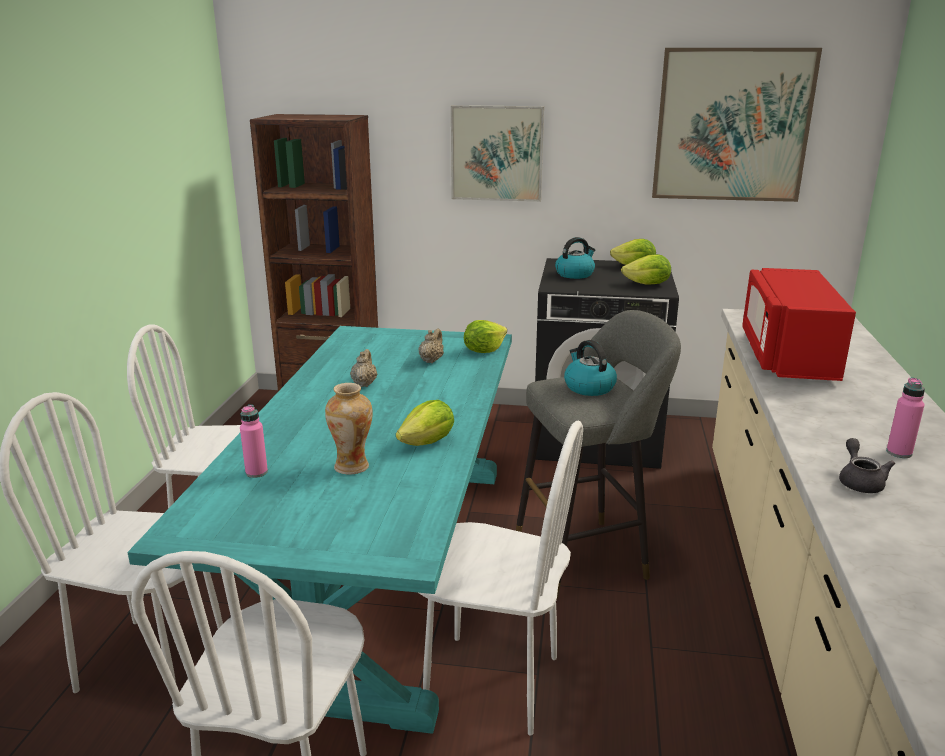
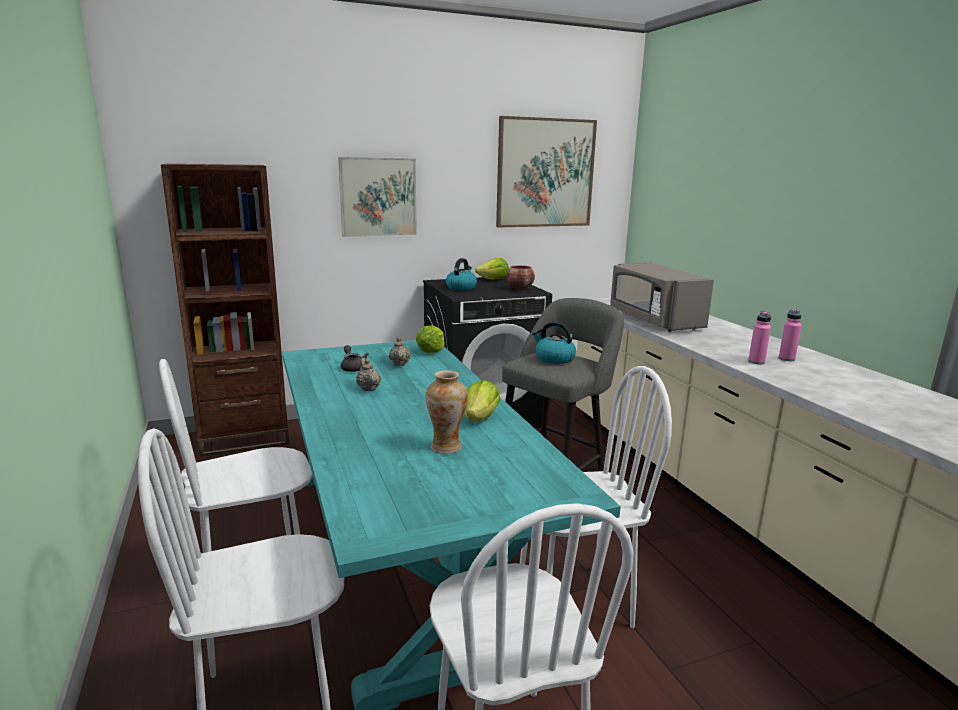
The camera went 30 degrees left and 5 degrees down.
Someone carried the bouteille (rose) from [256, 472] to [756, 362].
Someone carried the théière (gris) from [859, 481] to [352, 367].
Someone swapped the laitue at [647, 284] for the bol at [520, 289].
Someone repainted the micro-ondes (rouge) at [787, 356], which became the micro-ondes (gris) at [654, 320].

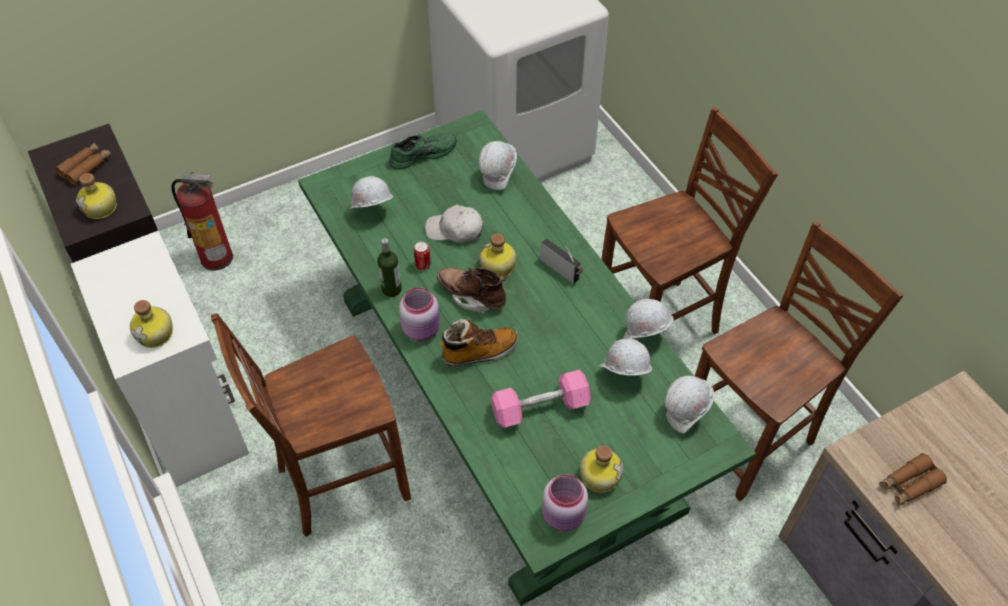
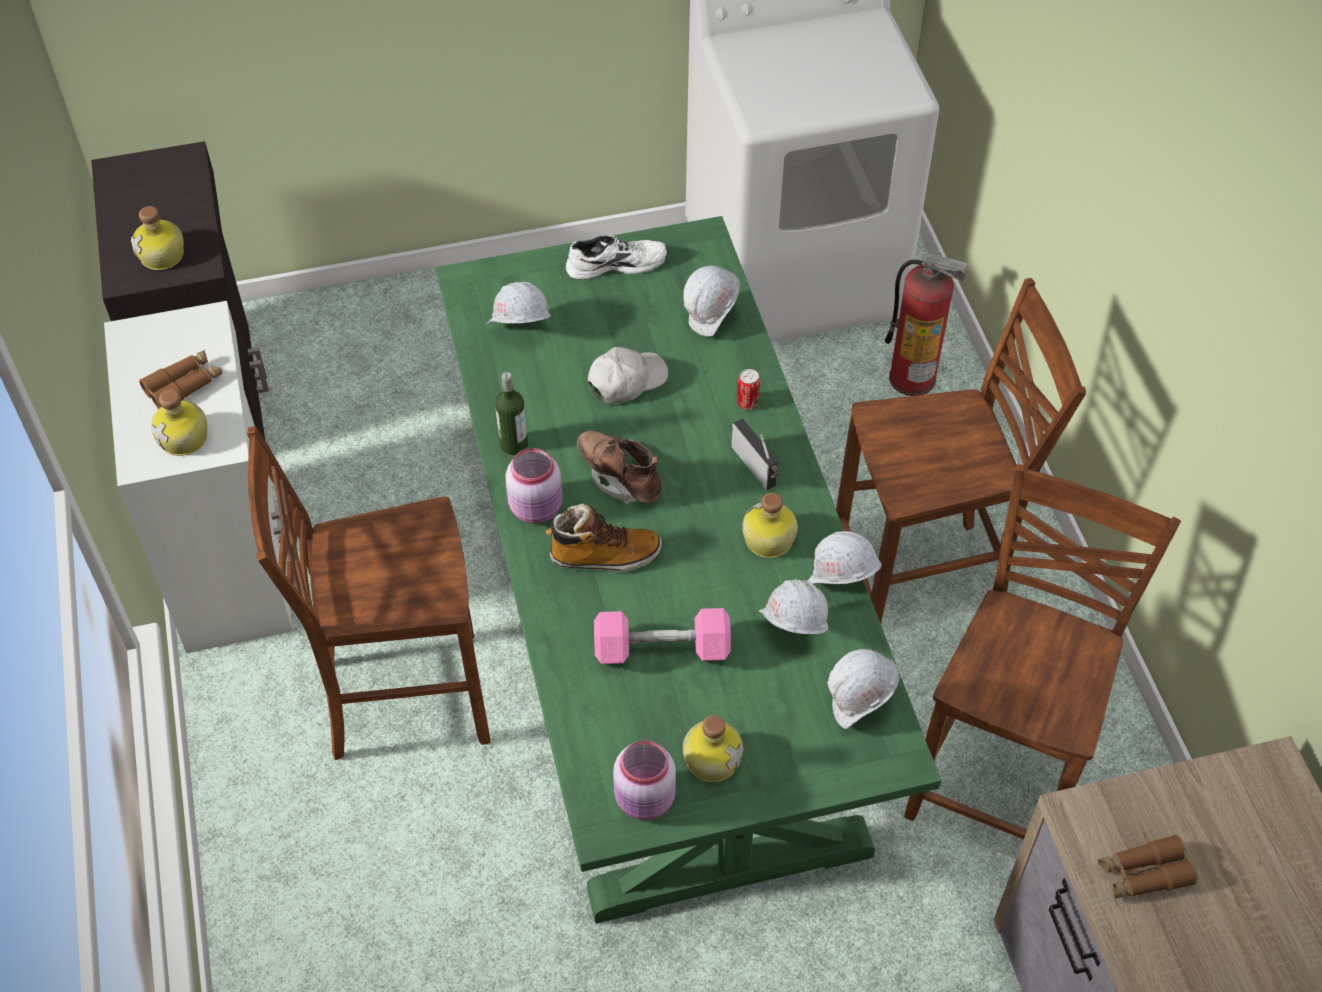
The camera went 15 degrees right and 0 degrees up.
Someone carried the jumelles (marron) from [86, 167] to [184, 385].
Someone carried the extincteur from [217, 257] to [913, 378].
Someone carried the boîte métallique from [423, 265] to [747, 403].
Someone carried the bouteille from [497, 268] to [768, 541].
Someone repainted the chaussure (vert) at [422, 153], which became the chaussure (blanc) at [616, 263].
Someone rotated the casquette (blanc) at [455, 230] by 120 degrees clockwise.
Someone rotated the chaise (marron) at [750, 440] by 45 degrees counterclockwise.

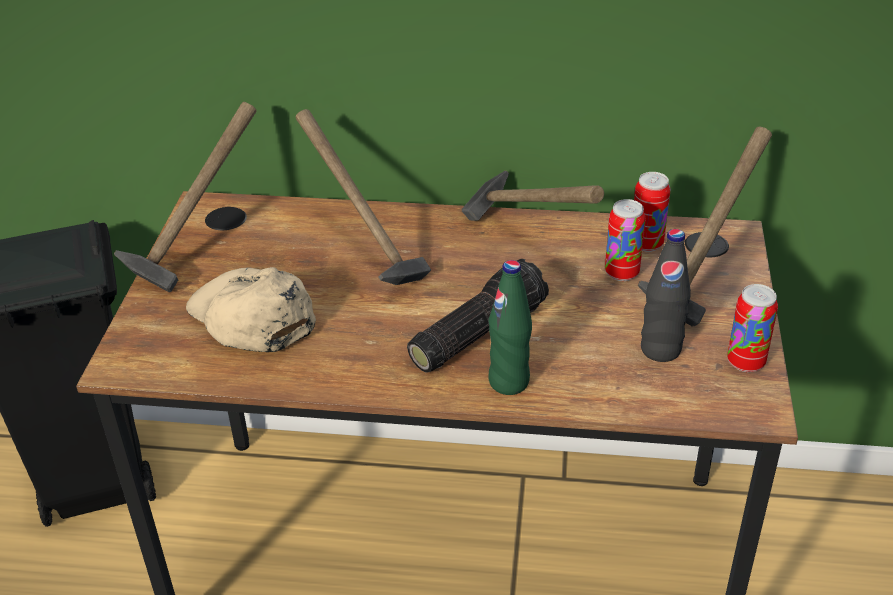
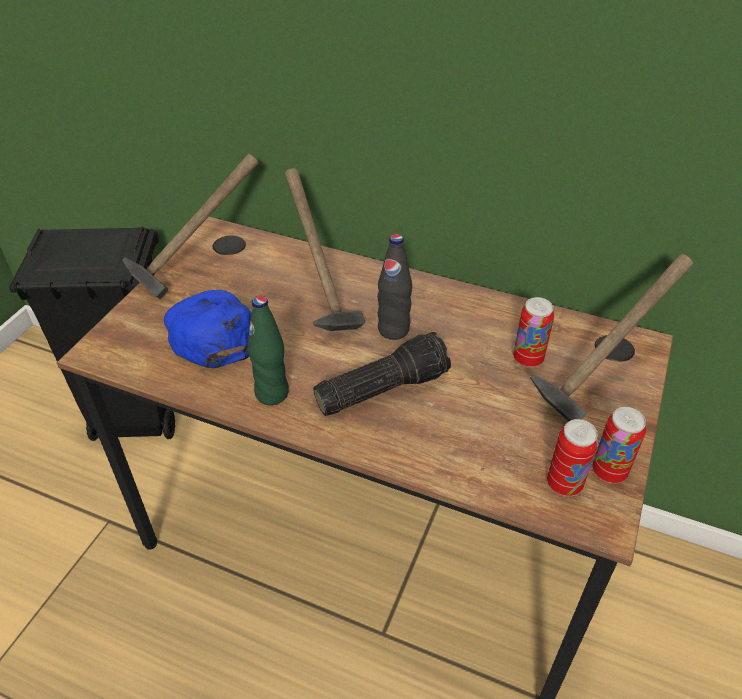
The camera went 15 degrees right and 5 degrees up.
Someone took away the marteau at [528, 244].
Someone carried the bouteille (vert) from [509, 382] to [272, 393].
Someone carried the boîte métallique from [646, 244] to [564, 484].
Someone carried the bouteille (noir) from [660, 350] to [393, 330].
Someone repainted the casquette (beige) at [251, 315], which became the casquette (bleu) at [211, 332].

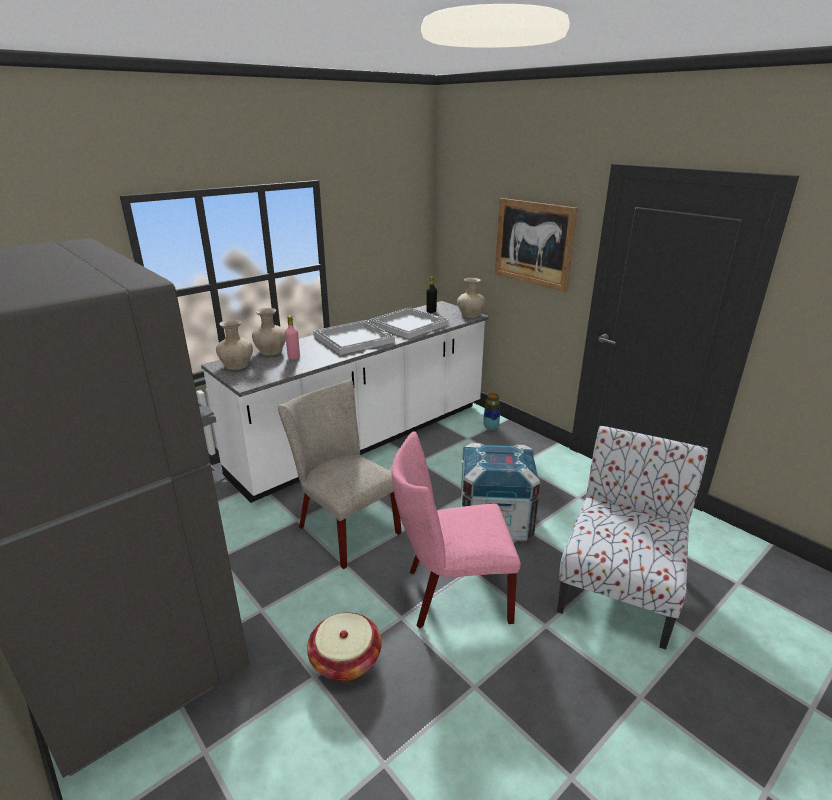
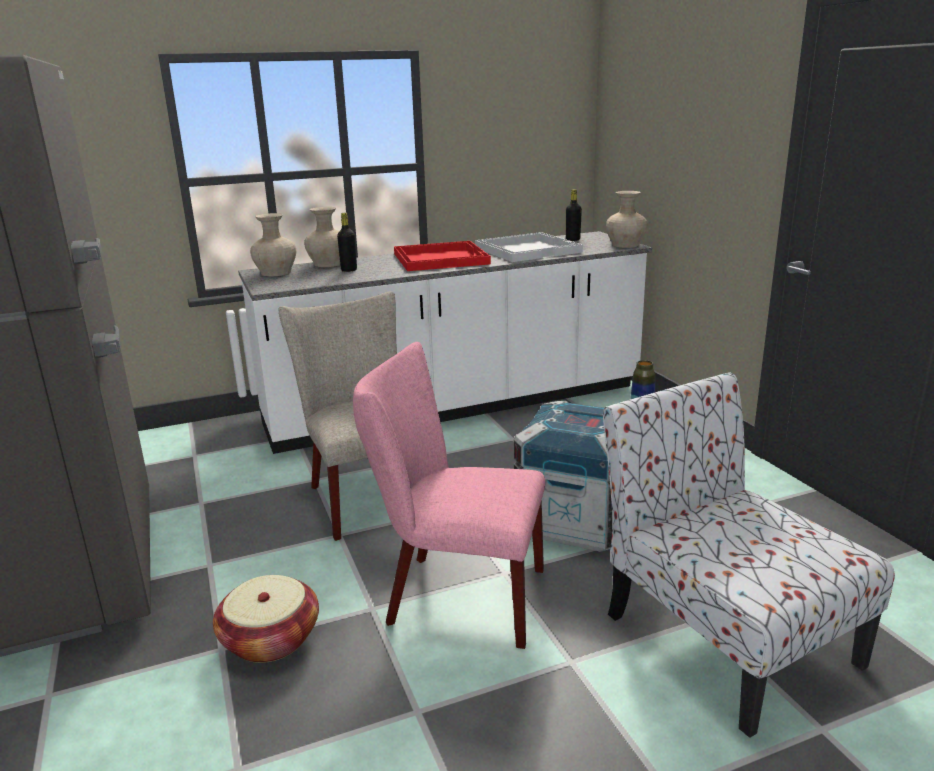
The camera went 20 degrees right and 5 degrees down.
Someone took away the tableau at [533, 243].
Someone repainted the bouteille (rose) at [294, 357], which became the bouteille (noir) at [349, 270].
Someone repainted the plateau (blanc) at [354, 338], which became the plateau (rouge) at [441, 258].
Someone rotated the chaise at [619, 585] by 75 degrees counterclockwise.

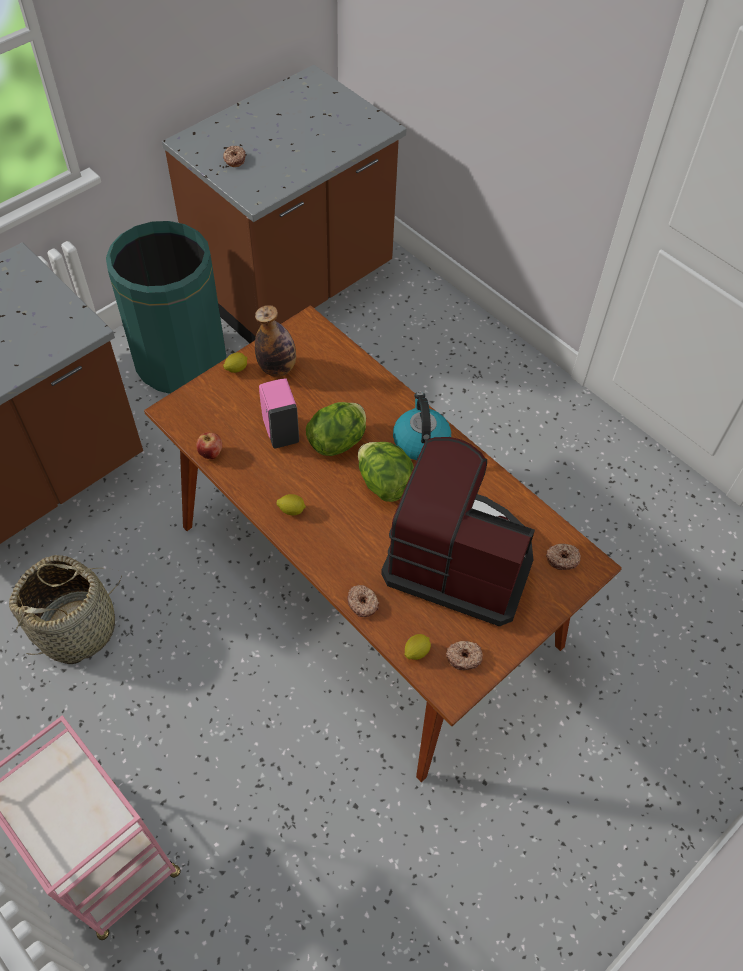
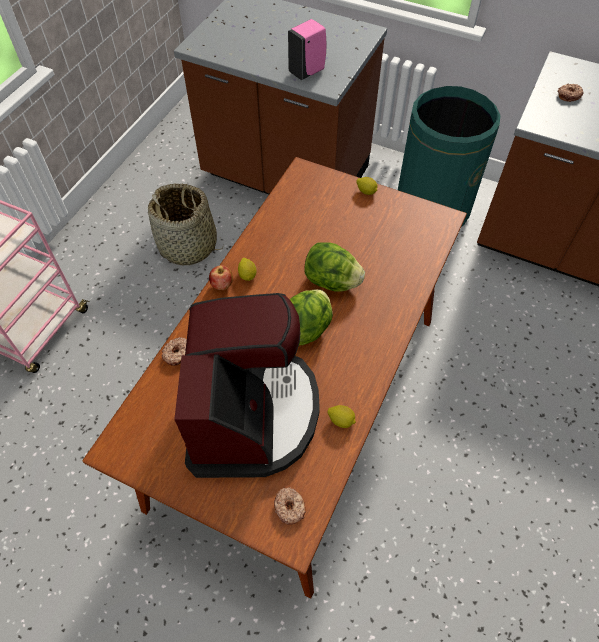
The camera went 70 degrees right and 0 degrees up.
Someone took away the bouteille at [277, 368].
Someone took away the bouilloire at [420, 440].
Someone took away the beignet at [463, 657].
Someone carried the pomme from [211, 453] to [222, 285].
Someone carried the distributeur de savon (rose) from [280, 431] to [307, 71].
Someone carried the citron from [416, 651] to [341, 420].

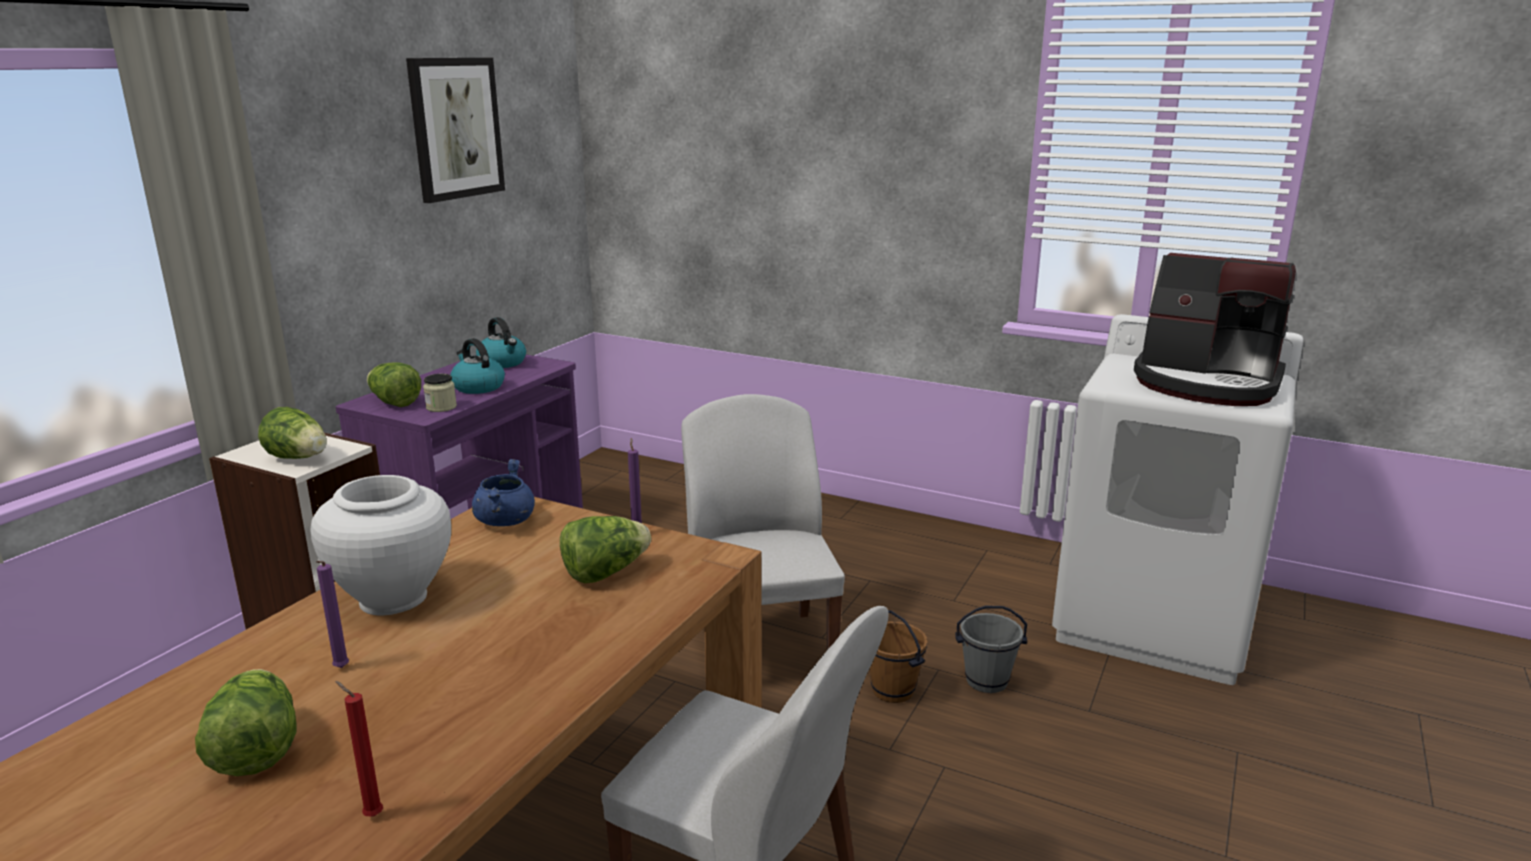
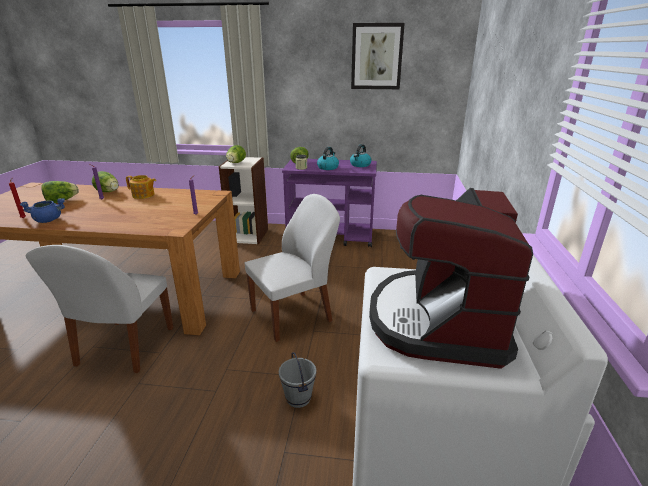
The camera went 70 degrees right and 5 degrees up.
Someone took away the seau (marron) at [893, 690].
Someone carried the marmite (bleu) from [505, 521] to [49, 220].
Someone carried the laitue from [605, 573] to [109, 192].
Someone swapped the vase (blanc) at [393, 598] for the théière at [143, 195].

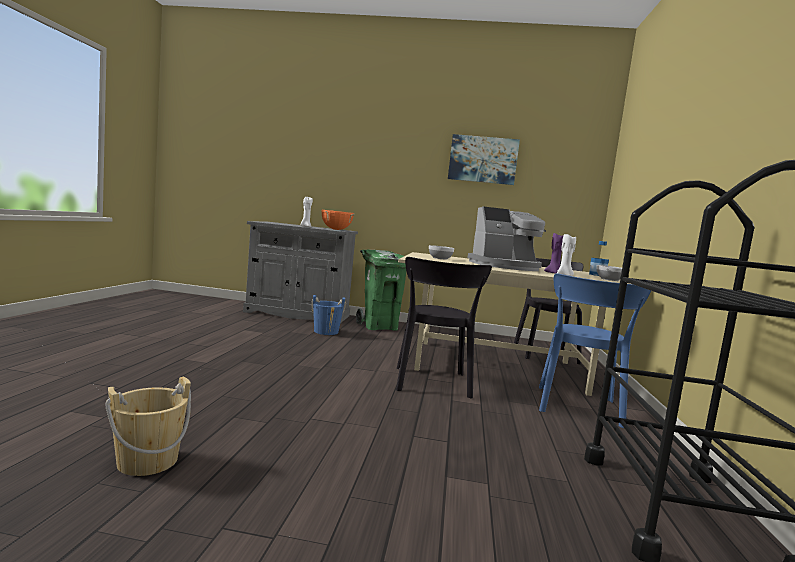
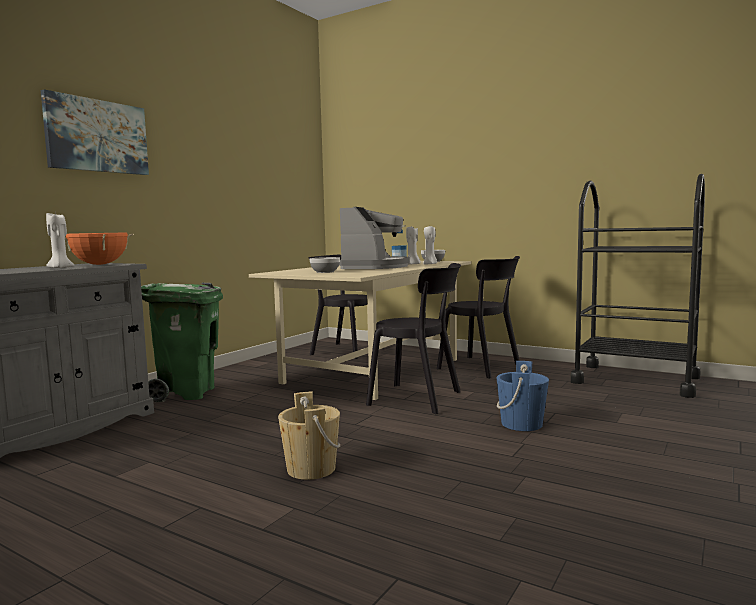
The camera went 65 degrees left and 0 degrees up.
Someone carried the seau (beige) from [147, 461] to [311, 469].
Someone carried the seau (bleu) from [326, 332] to [521, 424].
Someone carried the tableau from [483, 159] to [97, 136].
Someone repainted the chaise (bleu) at [578, 408], which became the chaise (noir) at [482, 367].
Someone repainted the bougie (violet) at [553, 273], which became the bougie (blanc) at [412, 264].

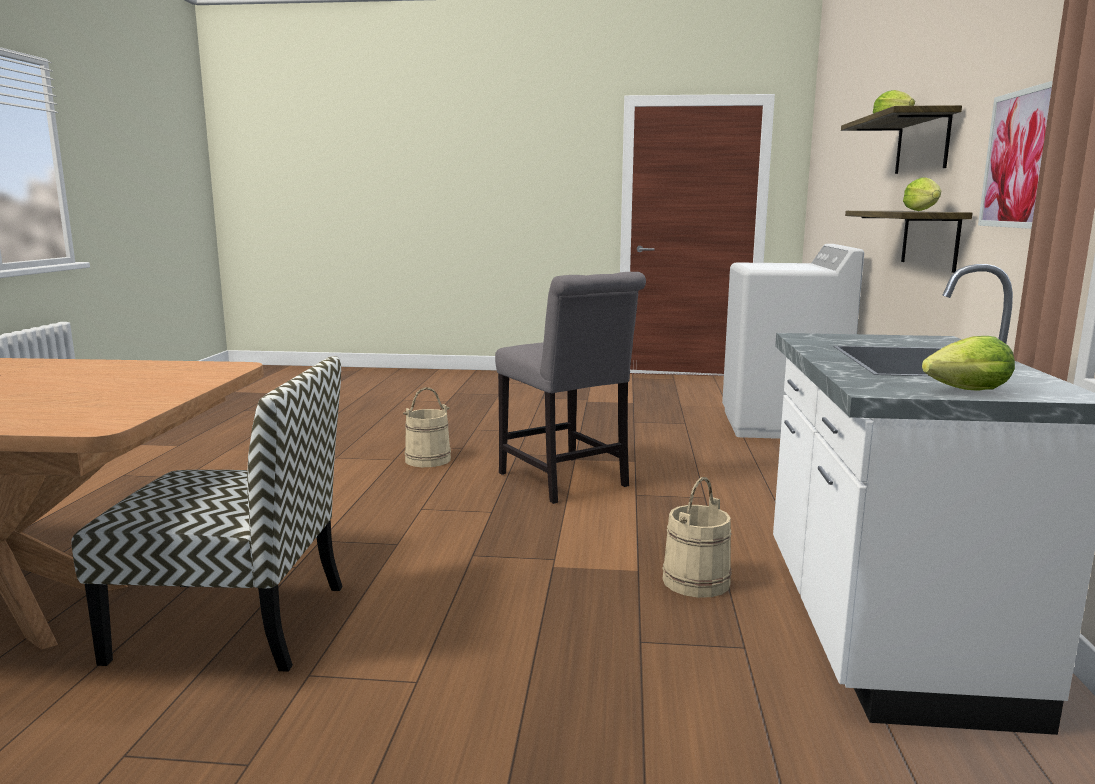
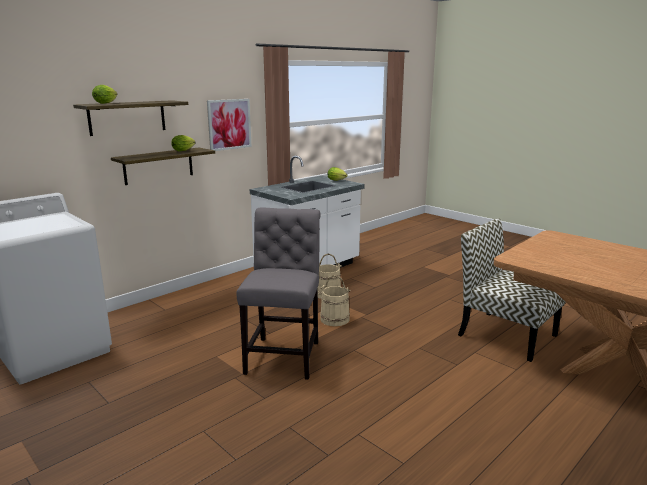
The camera went 140 degrees left and 5 degrees up.
Someone carried the seau (beige) from [428, 459] to [334, 319].

